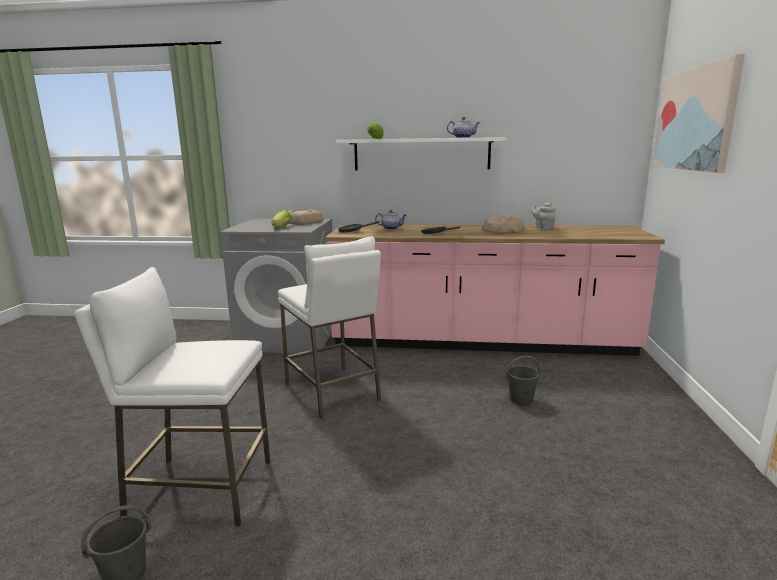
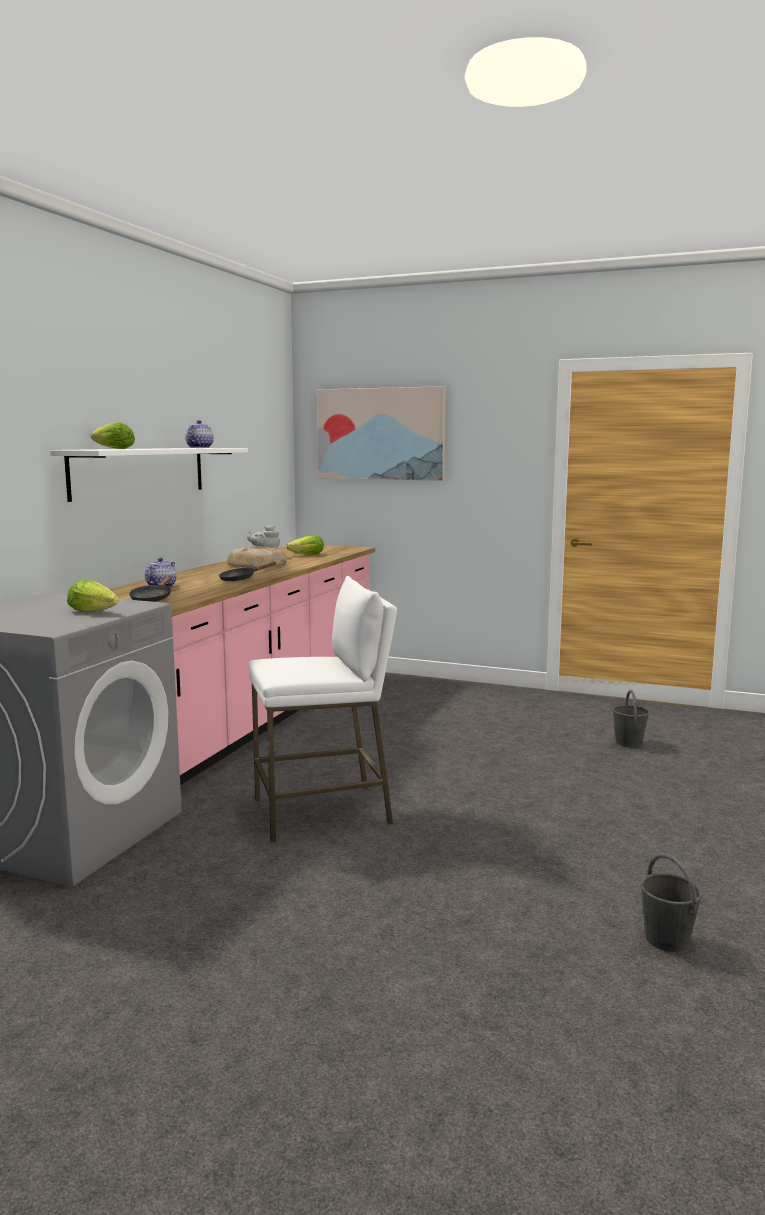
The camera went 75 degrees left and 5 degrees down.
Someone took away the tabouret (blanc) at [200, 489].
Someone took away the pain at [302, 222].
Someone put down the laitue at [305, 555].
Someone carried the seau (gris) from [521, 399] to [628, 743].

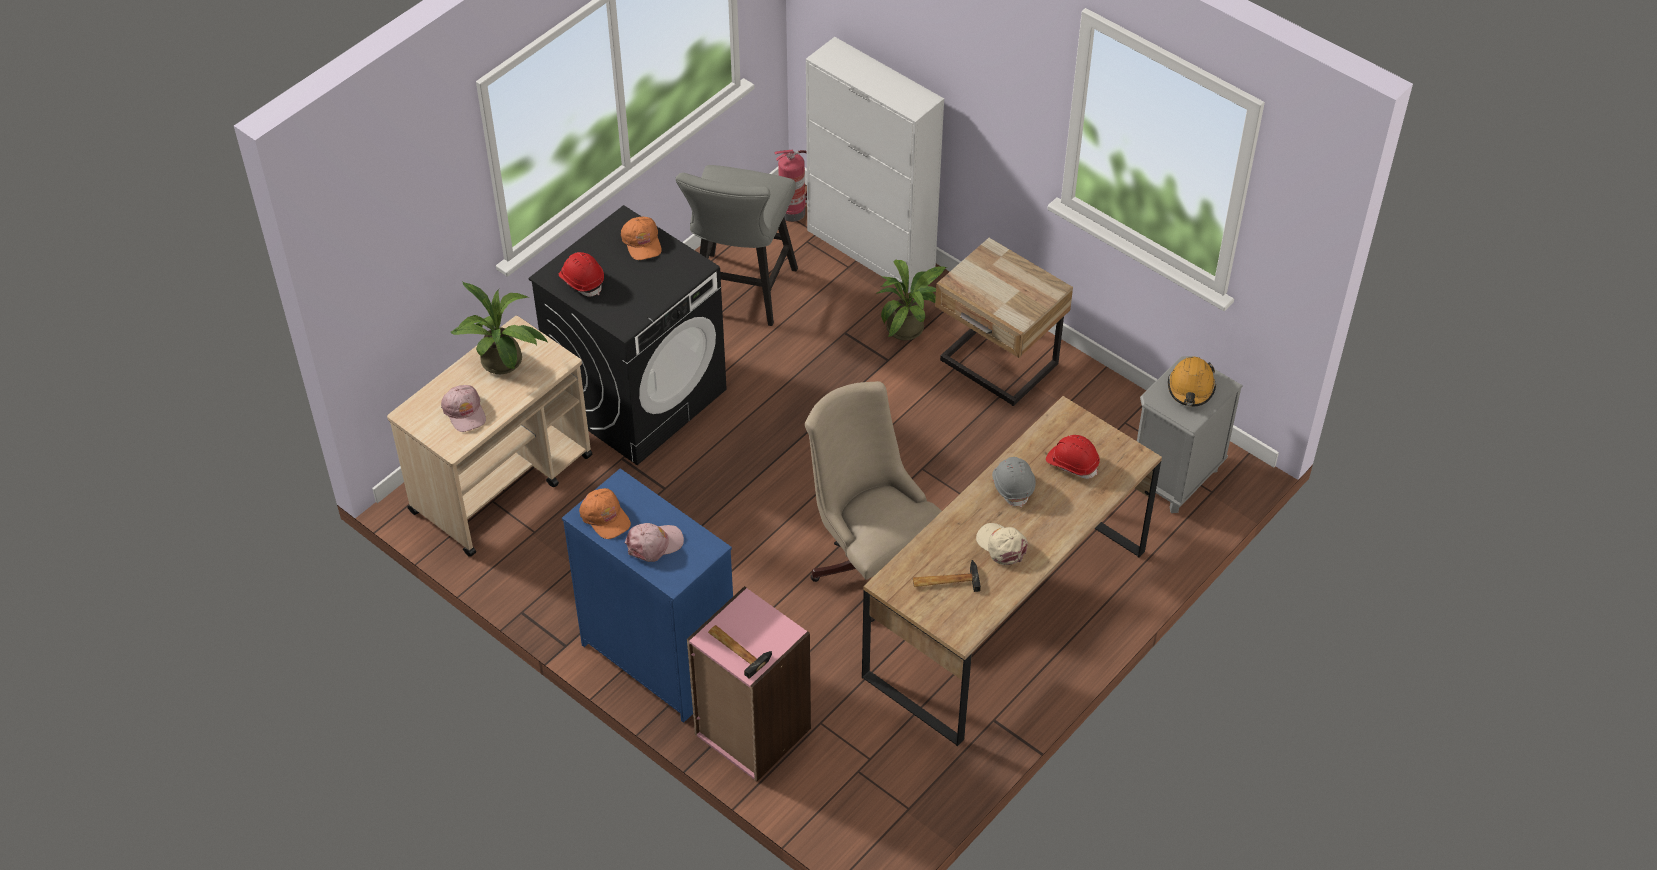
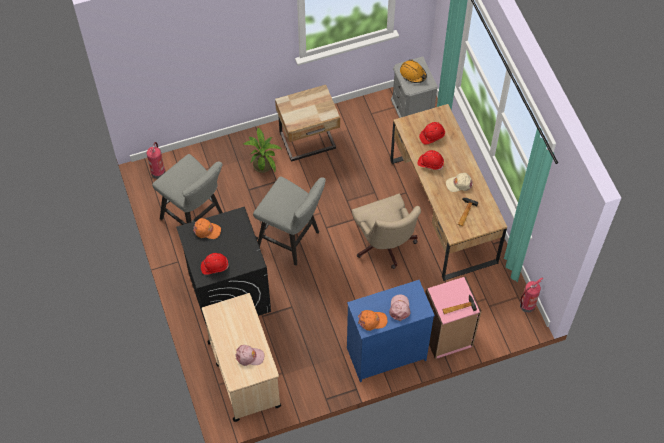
The camera went 60 degrees left and 10 degrees up.
Someone took away the plante en pot at [504, 364].
Someone took away the meuble de rangement (blanc) at [871, 250].
Someone put down the tabouret (gris) at [292, 240].
Someone put down the extincteur at [527, 306].
Someone repainted the casque de chantier (gris) at [1013, 486], which became the casque de chantier (rouge) at [430, 163].
Someone rotated the chaise de bureau (beige) at [871, 561] by 105 degrees counterclockwise.

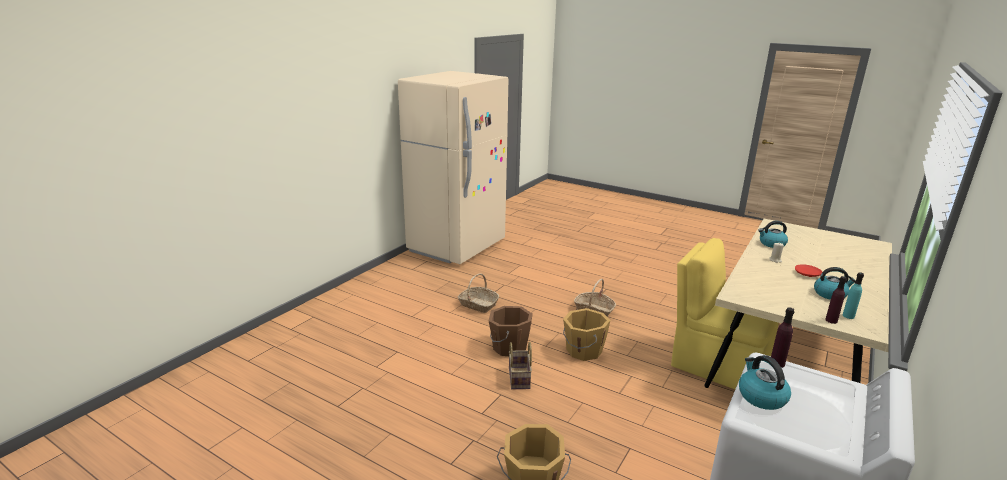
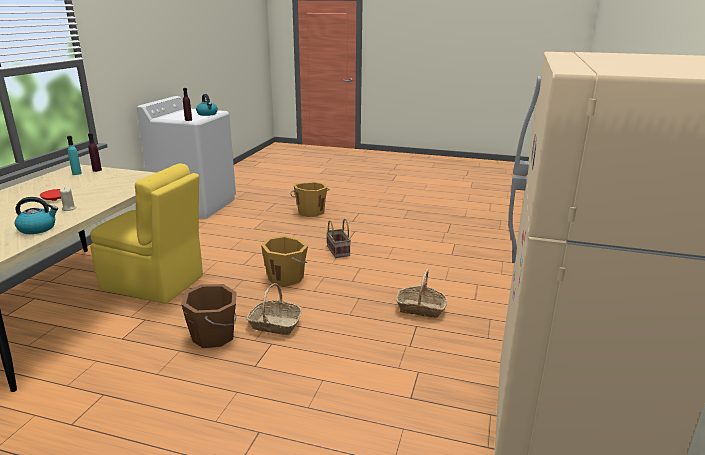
The camera went 165 degrees right and 0 degrees up.
Someone took away the bouilloire at [830, 294].
Someone carried the seau (marron) from [509, 347] to [214, 335].

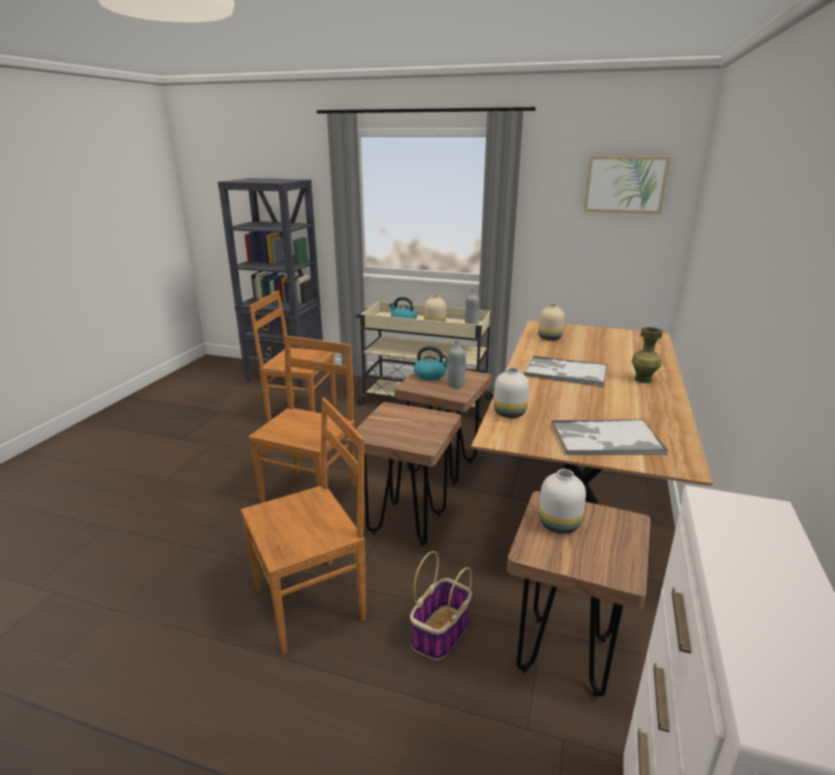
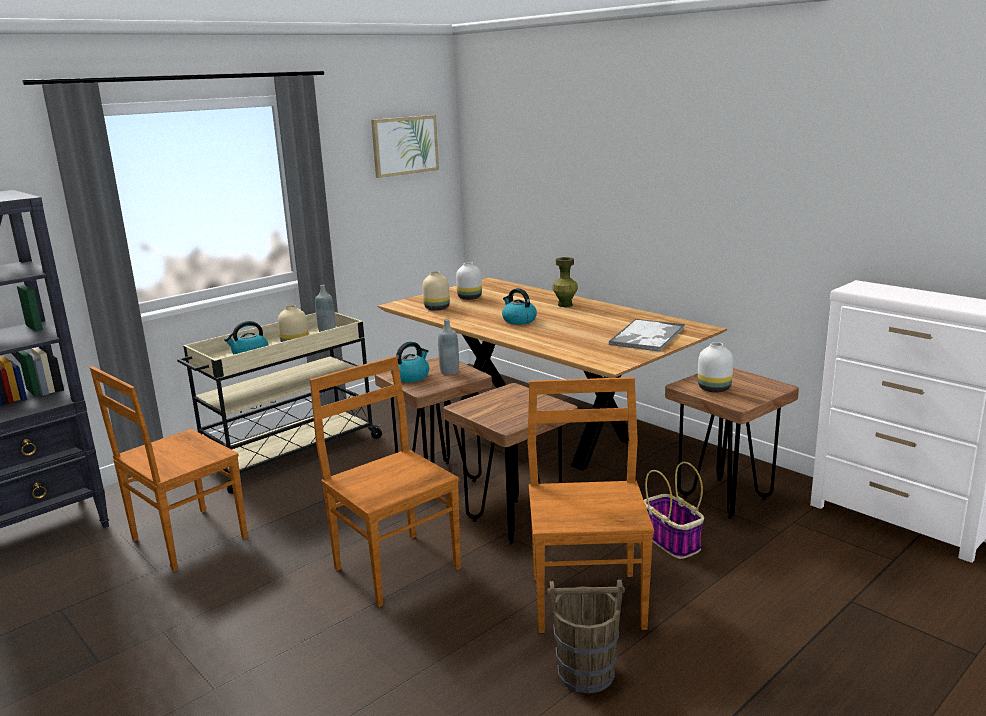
The camera went 60 degrees left and 5 degrees down.
Someone put down the seau (marron) at [586, 673].
Someone carried the vase (blanc) from [509, 414] to [470, 298].
Someone swapped the plateau at [565, 372] for the bouilloire at [518, 320].

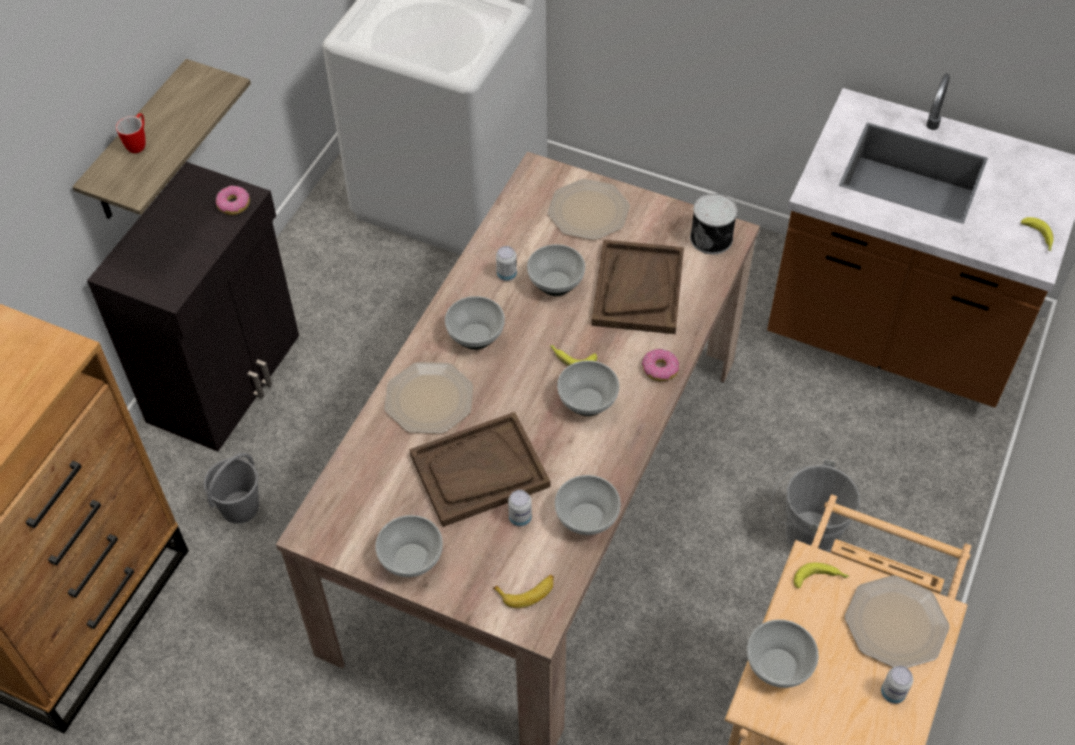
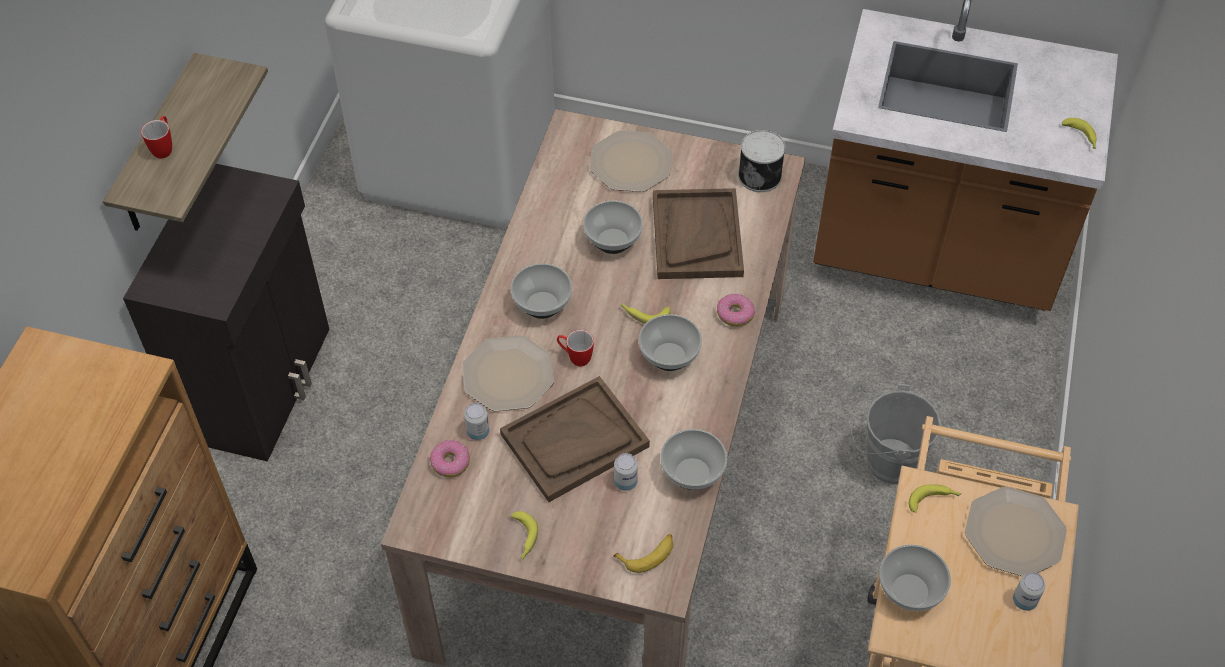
The camera went 10 degrees left and 0 degrees up.
Someone took away the seau (gris) at [240, 506].
Someone put down the mug at [575, 357].
Someone carried the beignet from [233, 204] to [450, 462].
Someone carried the boîte métallique from [506, 275] to [478, 432].
Someone swapped the bol at [411, 559] for the banane at [523, 539].

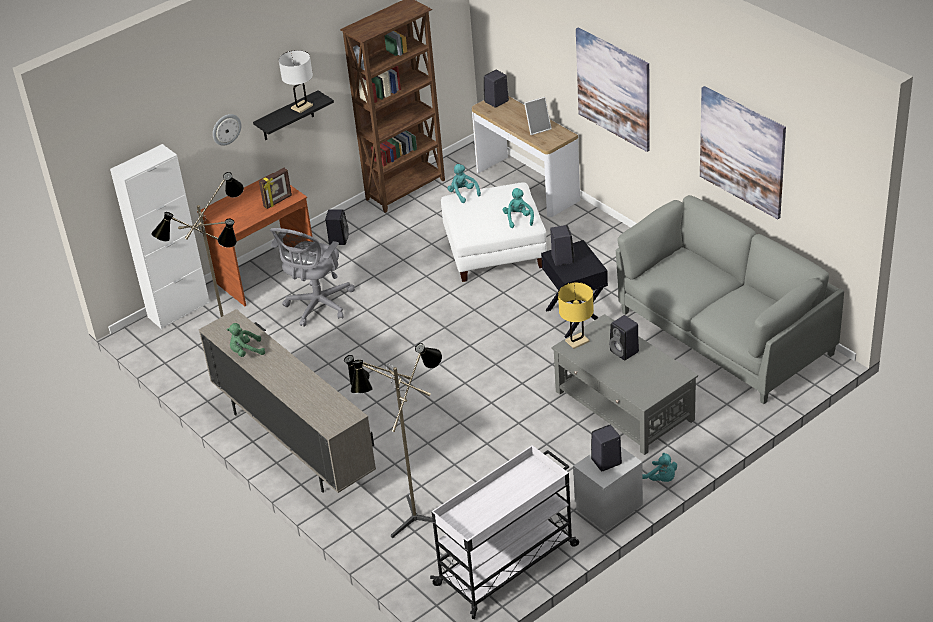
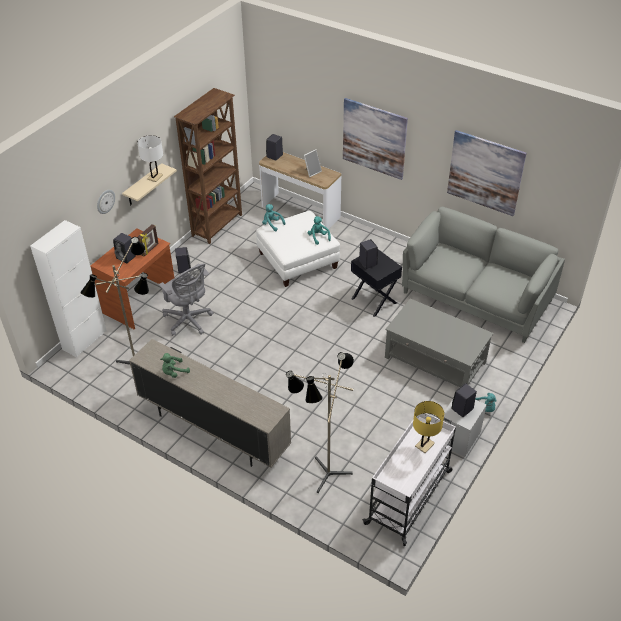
The camera went 20 degrees left and 5 degrees up.
Someone carried the lampe de table (jaune) from [577, 341] to [424, 445].
Someone carried the enceinte (noir) from [625, 352] to [126, 257].
Someone repainted the étagère (noir) at [287, 116], which became the étagère (beige) at [143, 185].
Someone rotated the chaise de bureau (gris) at [317, 306] by 45 degrees counterclockwise.

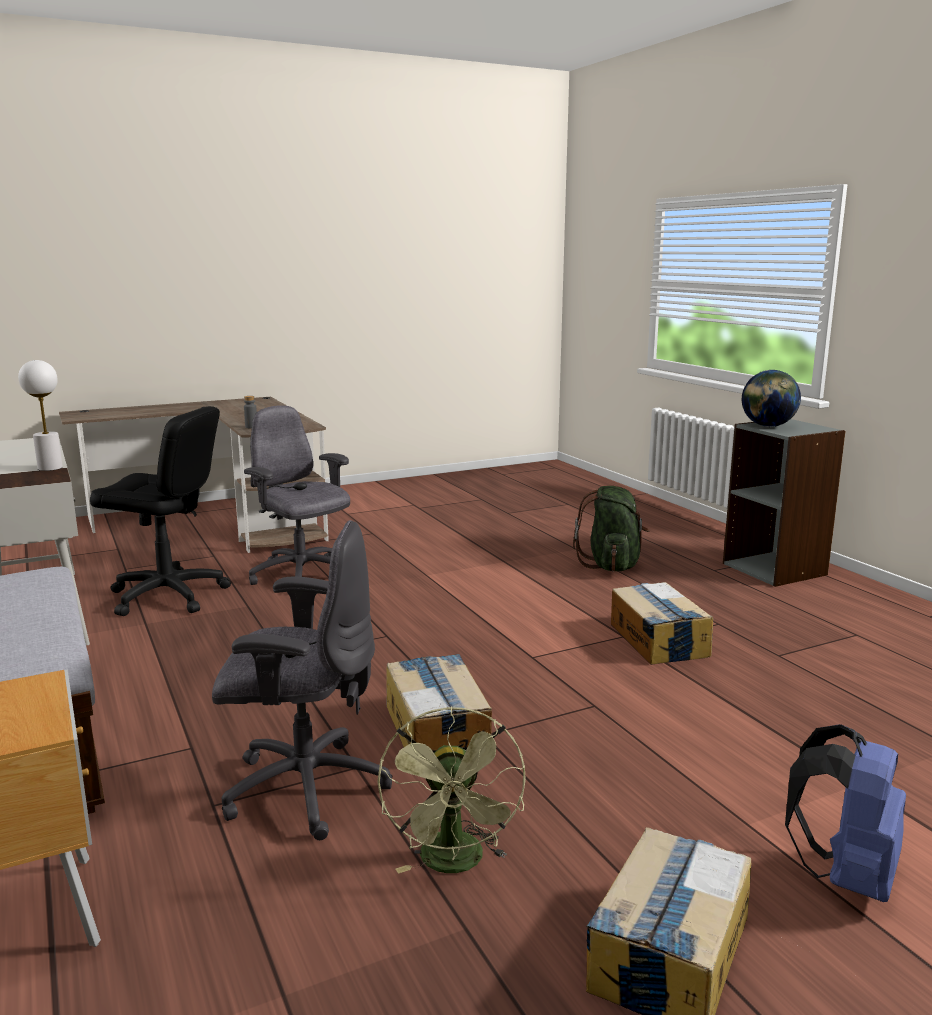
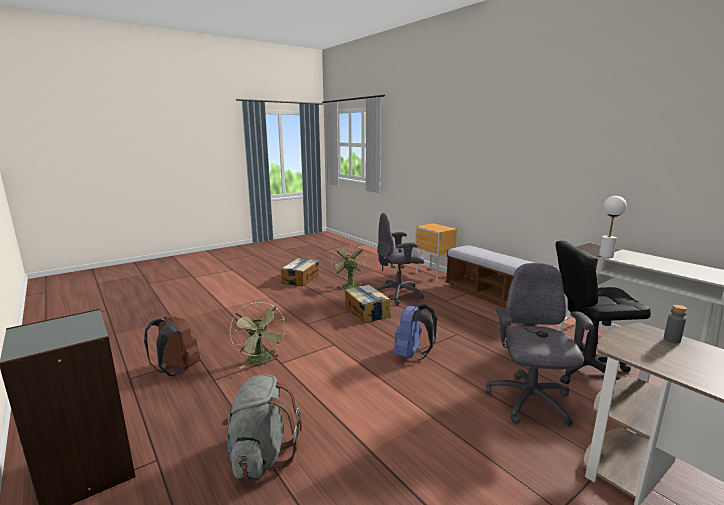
The camera went 170 degrees right and 0 degrees up.
Someone took away the globe at [768, 426].
Someone put down the sac à dos (marron) at [176, 370].
Someone carried the sac à dos (bleu) from [845, 875] to [412, 355].
Someone swapped the carton at [658, 640] for the ventilateur (vert) at [261, 362].
Someone repainted the sac à dos (vert) at [611, 565], which became the sac à dos (gris) at [261, 456].
Someone rotated the chaise de bureau (gris) at [301, 576] by 120 degrees counterclockwise.

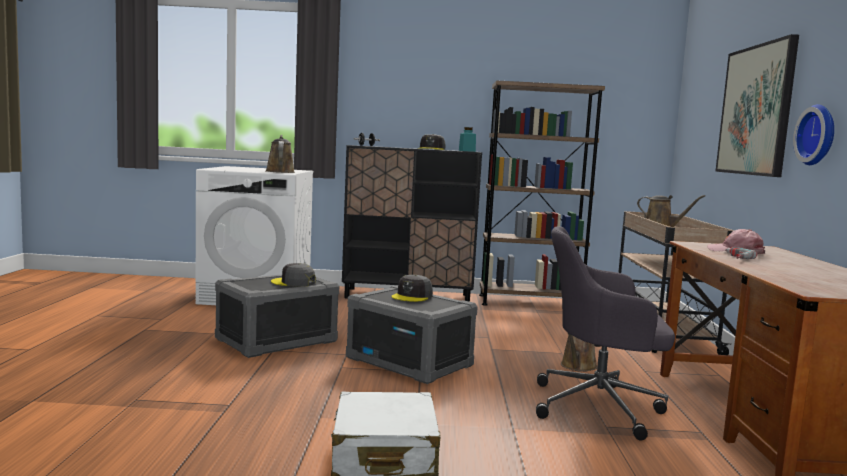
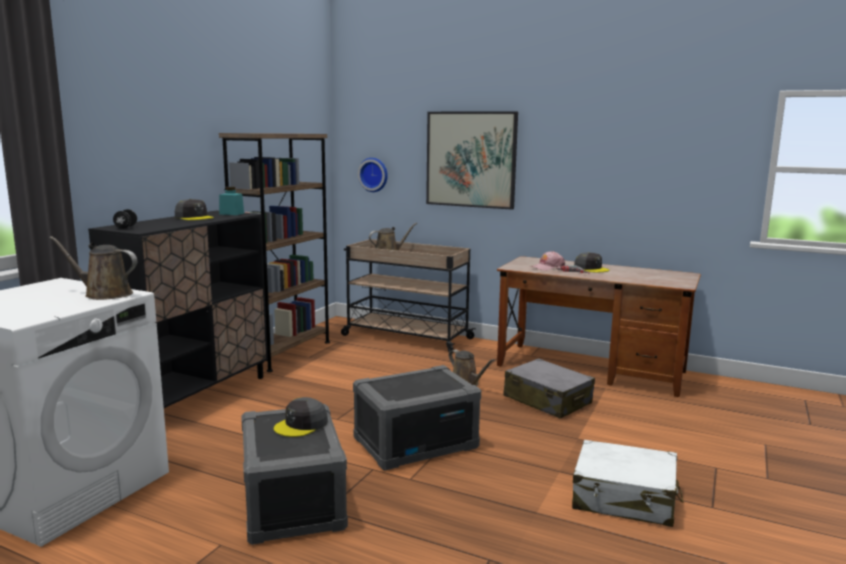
The camera went 65 degrees left and 5 degrees up.
Someone carried the casquette (gris) from [412, 296] to [591, 269].
Someone carried the horloge murale from [819, 135] to [374, 174].
Someone swapped the chaise de bureau (gris) at [600, 407] for the valise (gris) at [547, 400].

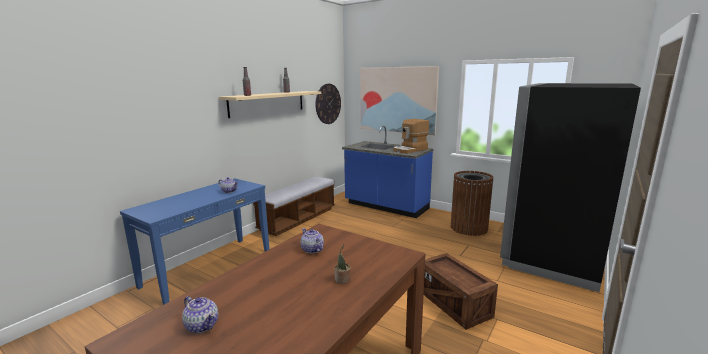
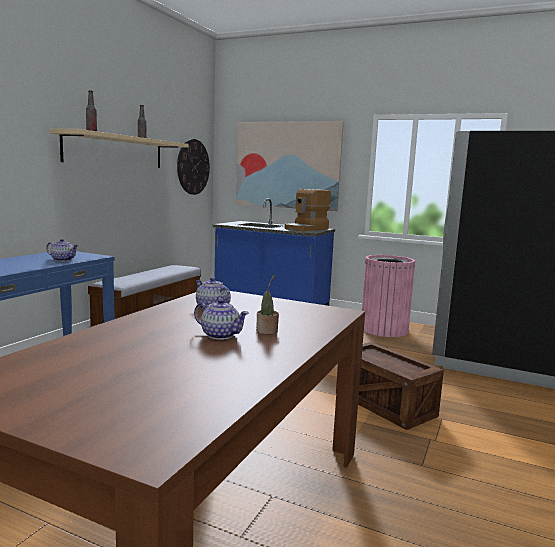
The camera went 10 degrees left and 5 degrees down.
Someone carried the théière from [202, 325] to [220, 335].
Someone repainted the poubelle (marron) at [468, 228], which became the poubelle (rose) at [383, 329].

